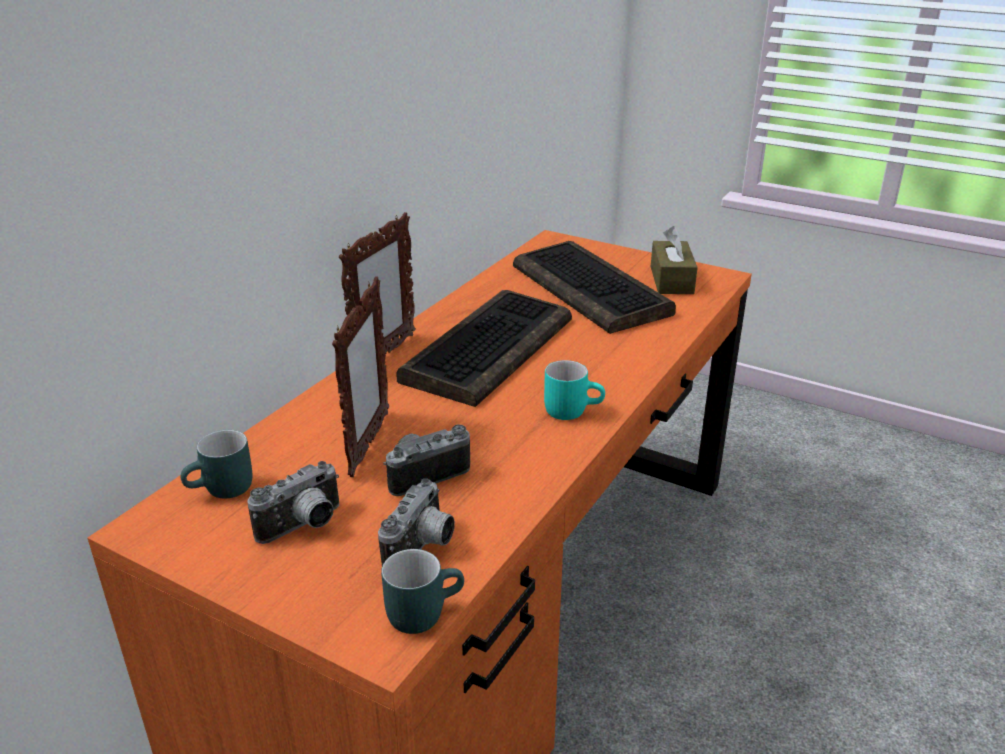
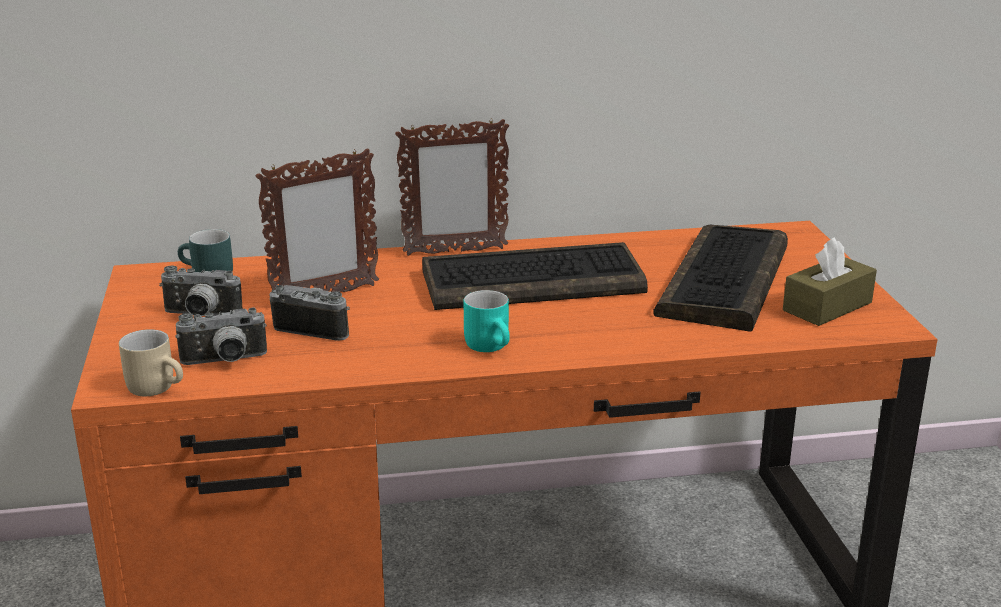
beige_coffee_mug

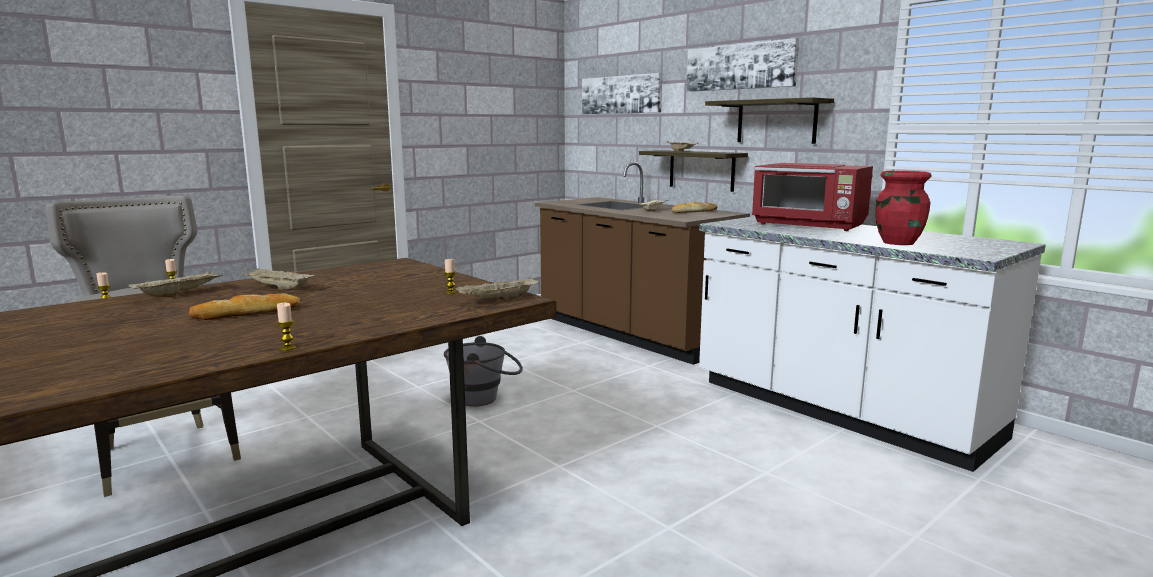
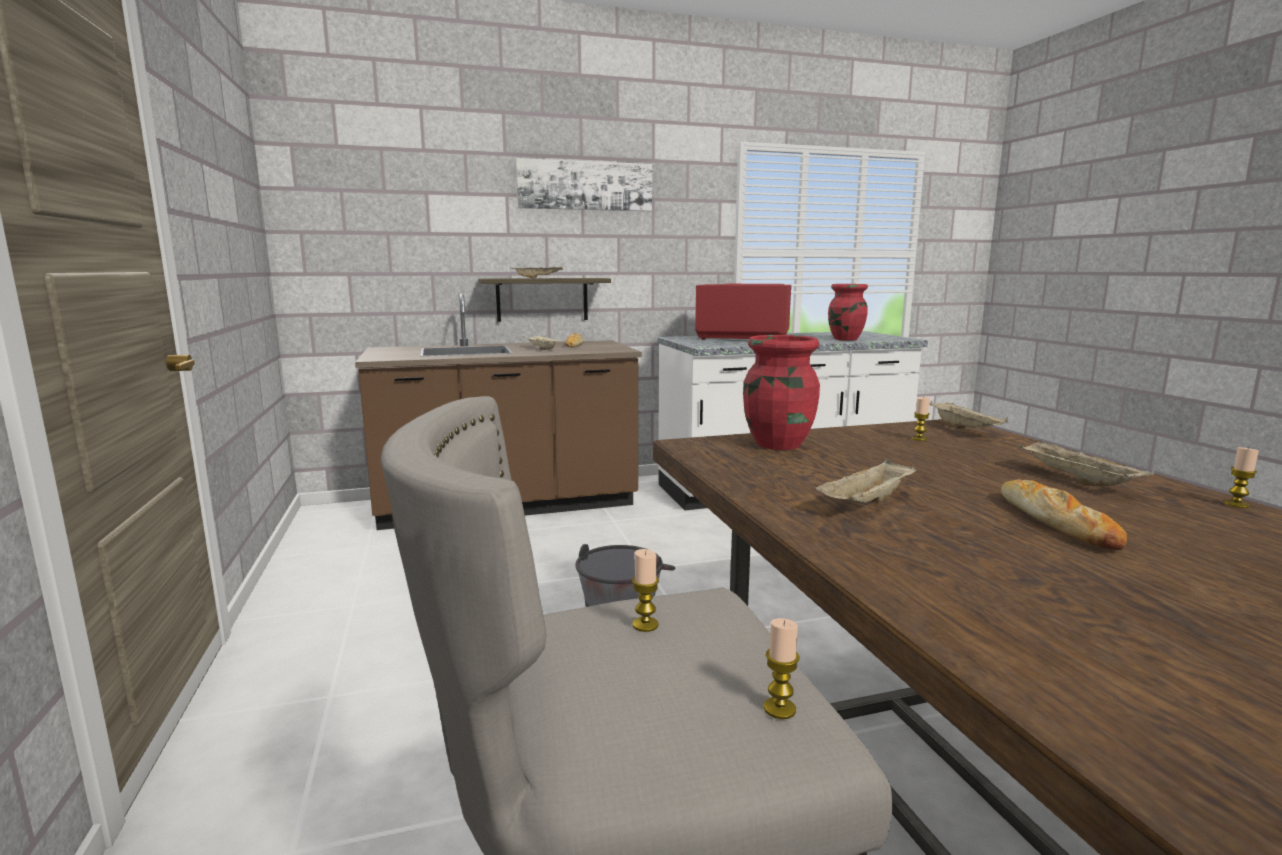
wall_art (no. 1 from left in the first image)
wall_shelf (no. 2 from left in the first image)
red_decorative_vase (no. 1 from left)
beige_carrying_tray (no. 5 from left)
red_microwave_oven

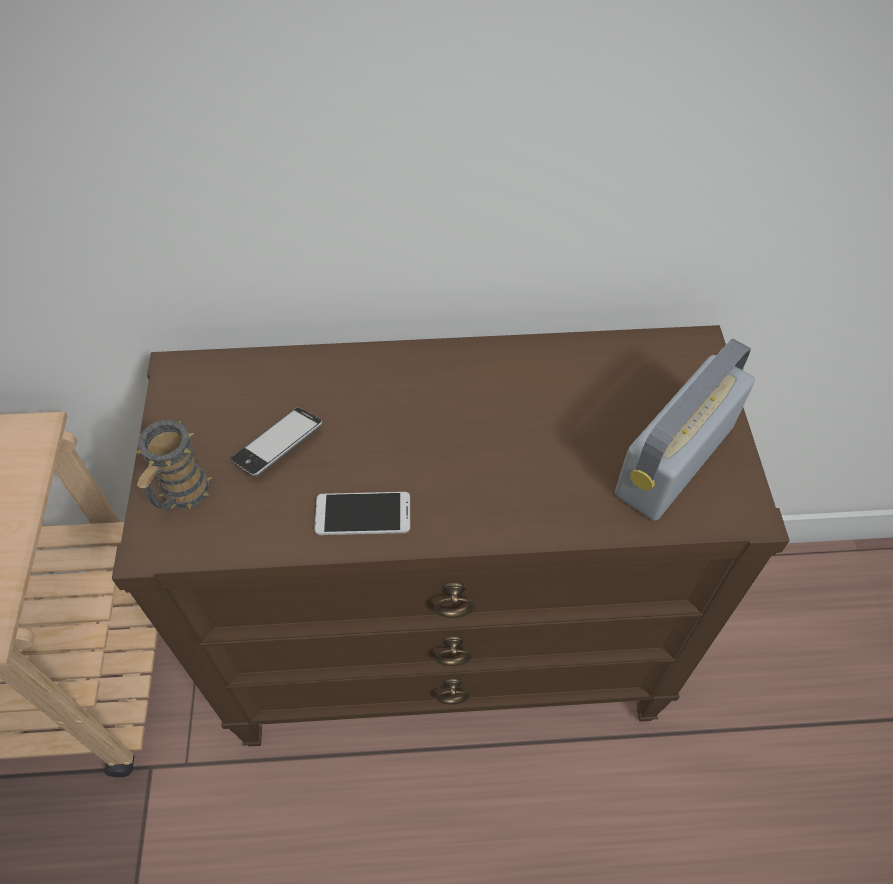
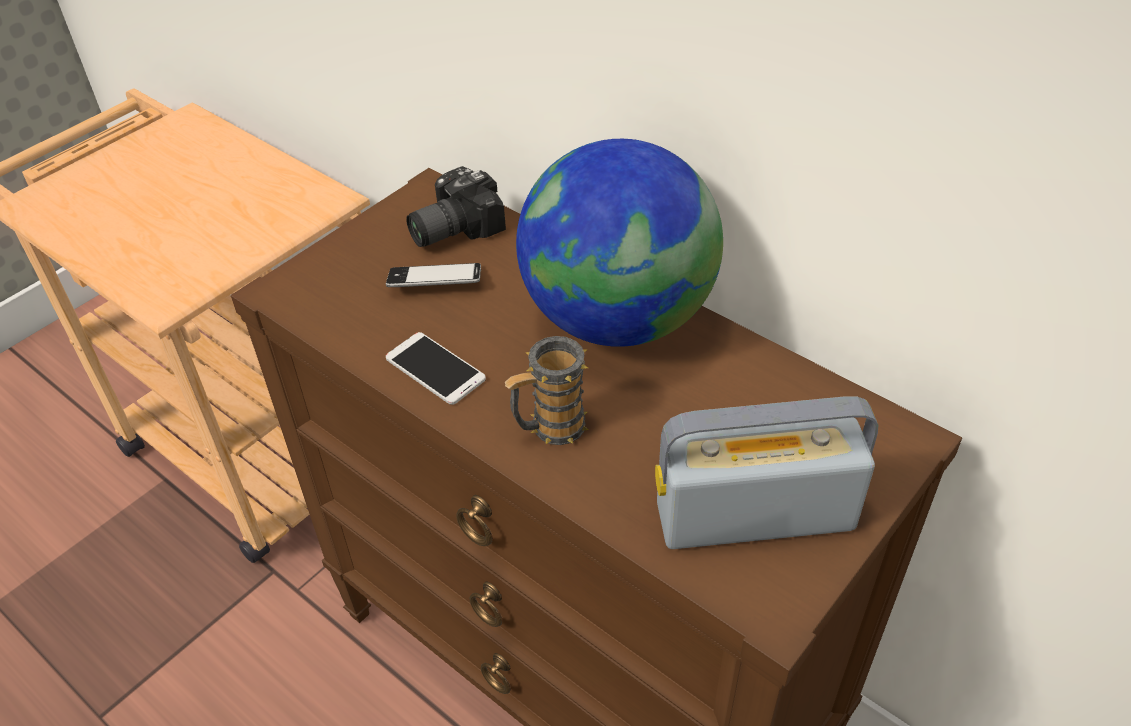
still_camera
world_globe
coffee_mug

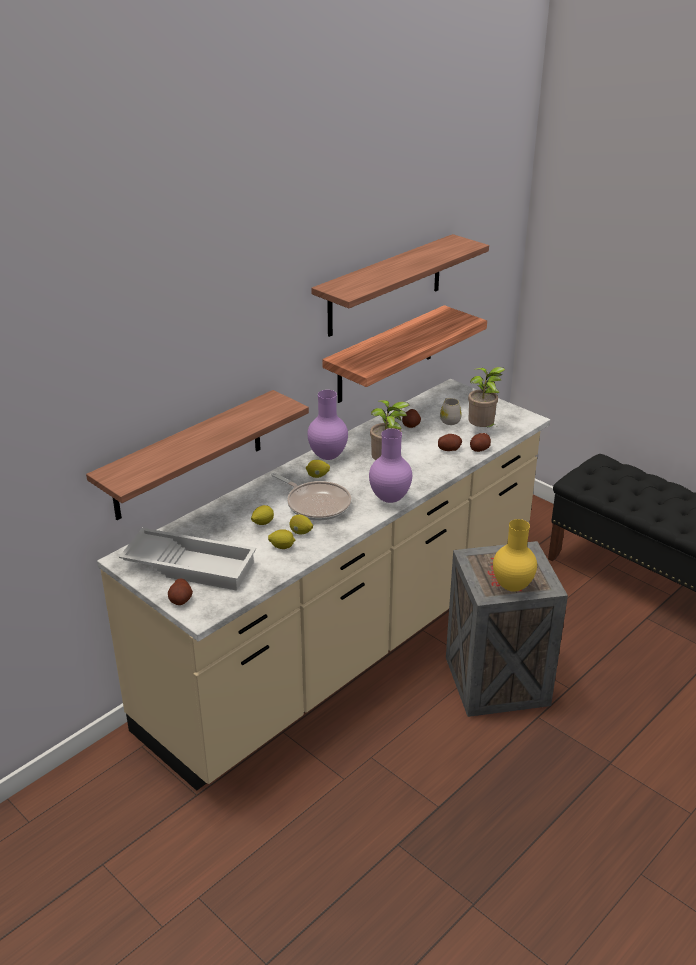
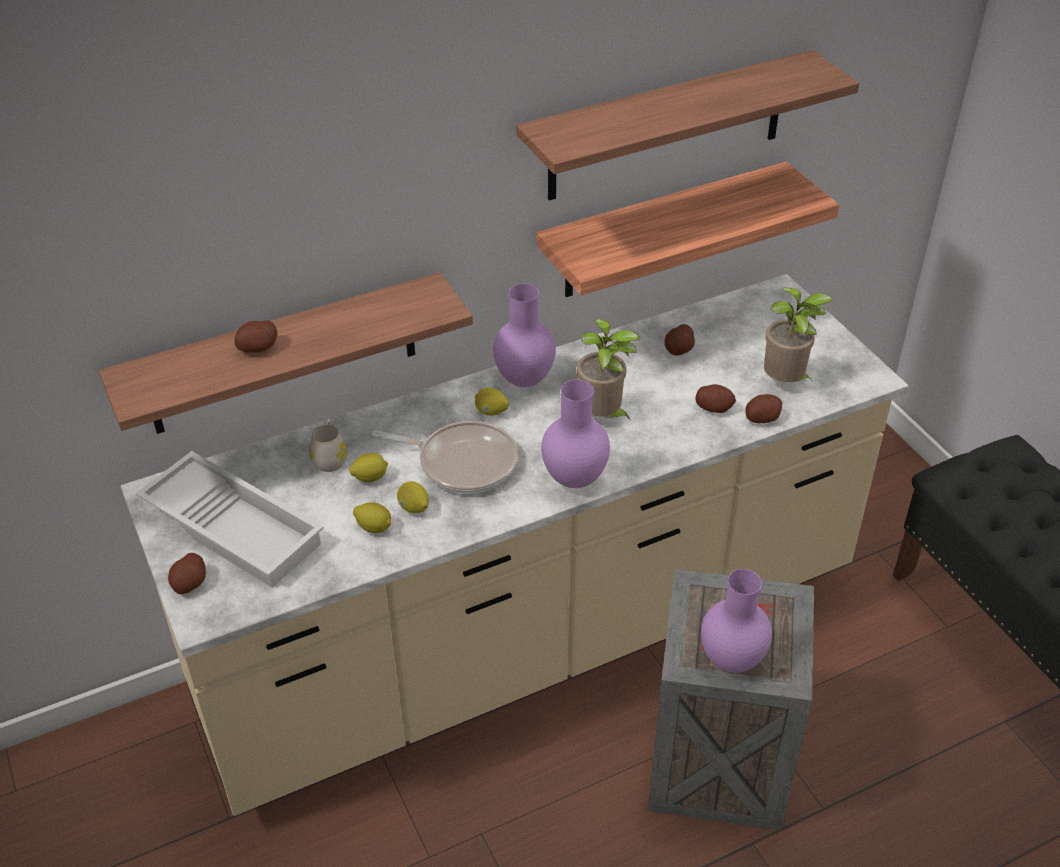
potato (no. 2 from left)
white-coloured_coffee_mug
purple_decorative_vase (no. 3 from left)
skillet

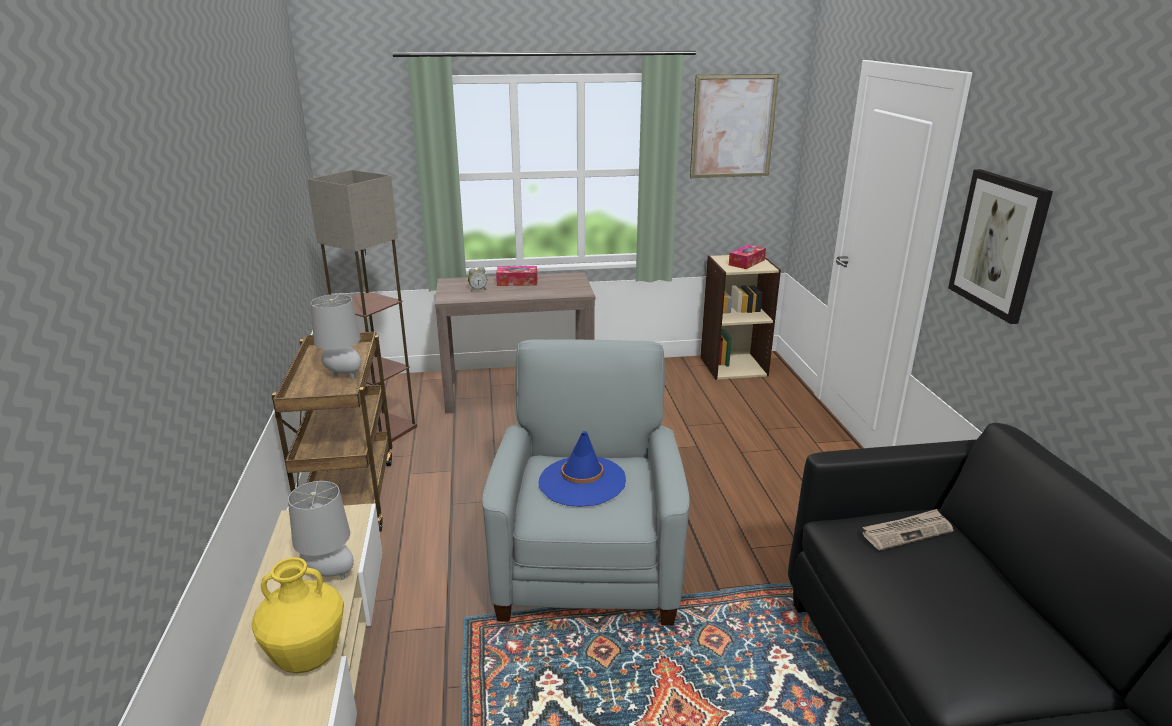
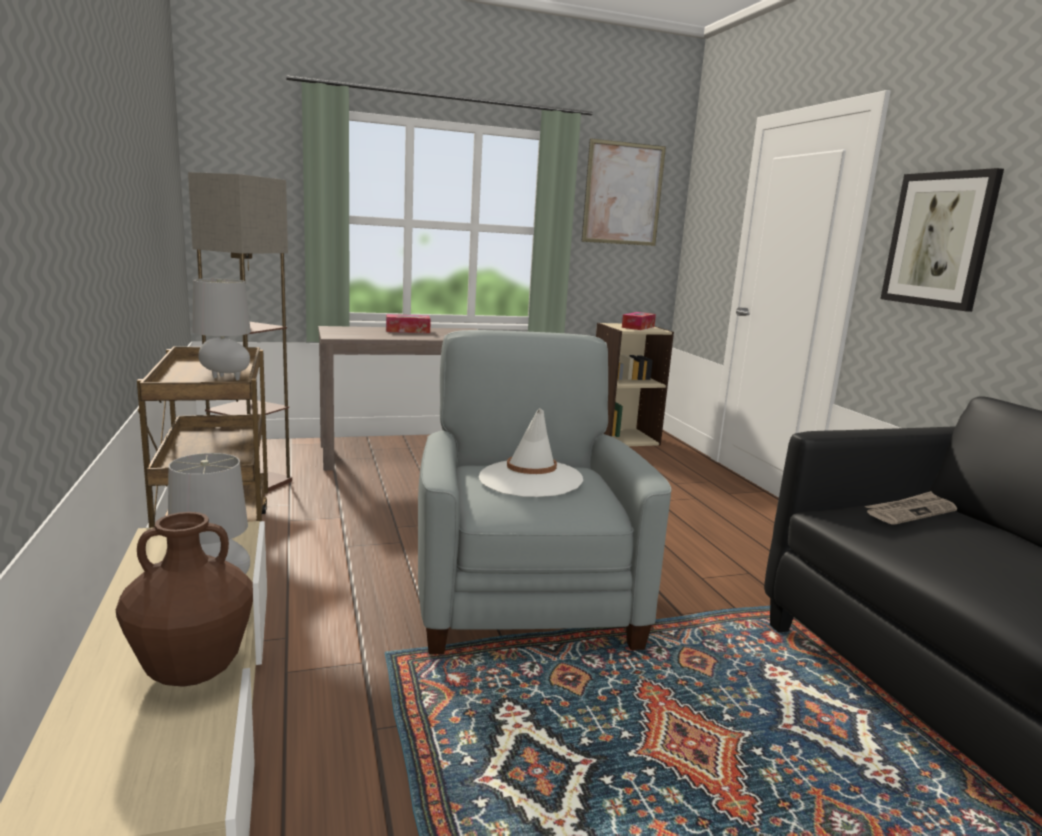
alarm_clock
brown-coloured_decorative_vase
white-coloured_hat

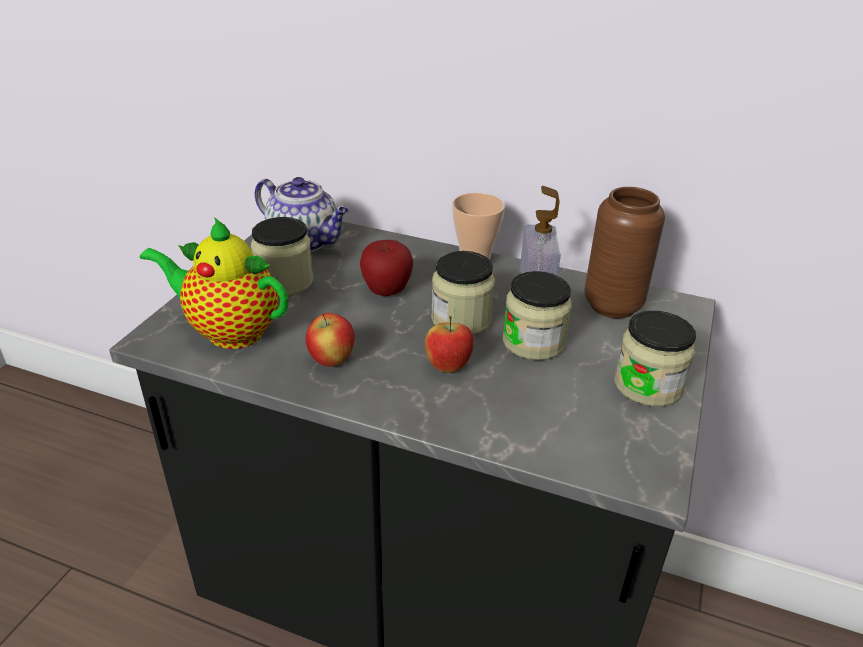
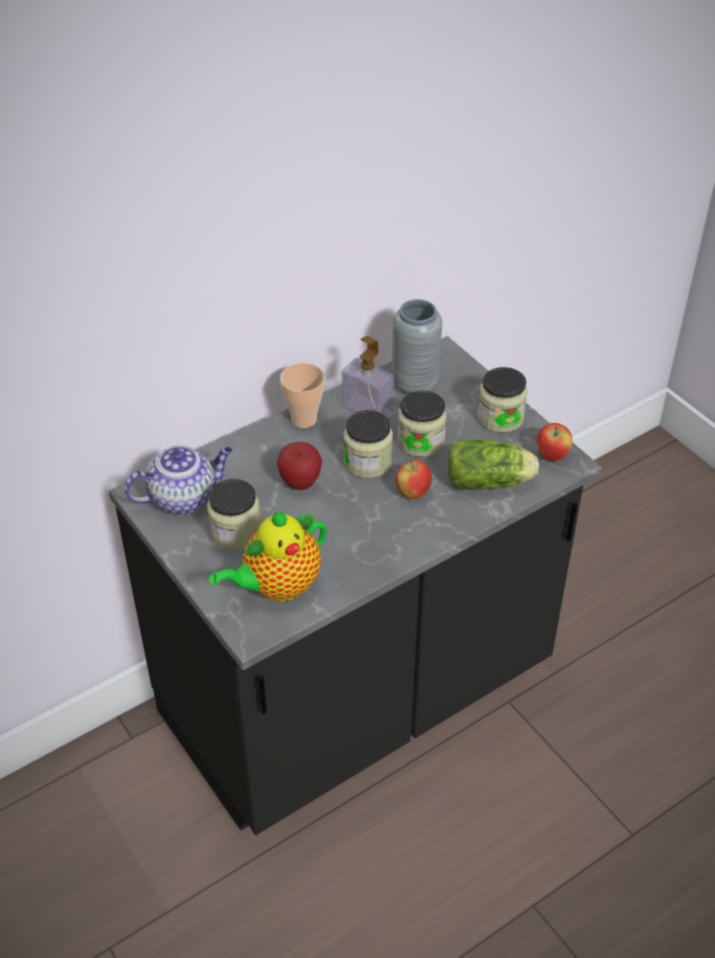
lettuce
whole_apple (no. 3 from left)
gray_decorative_vase

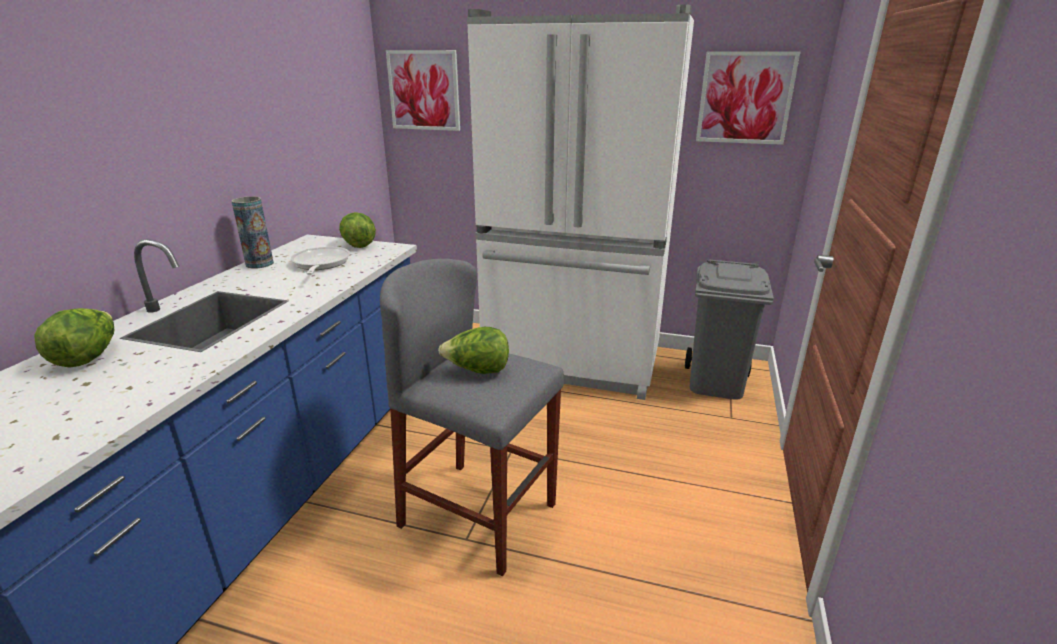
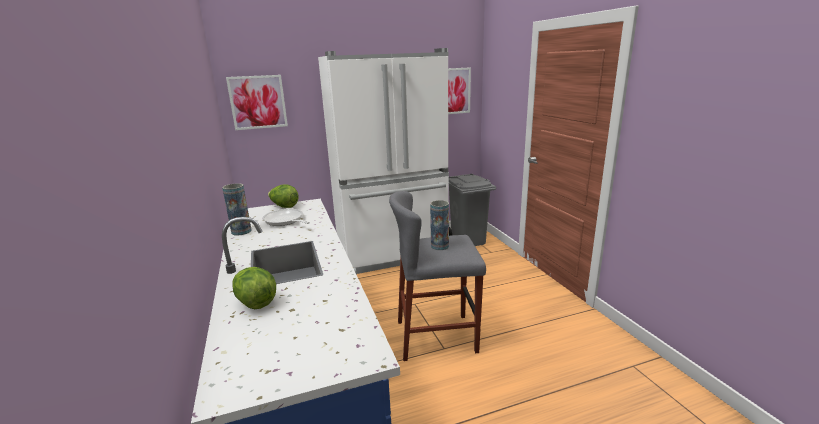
decorative_vase (no. 2 from left)

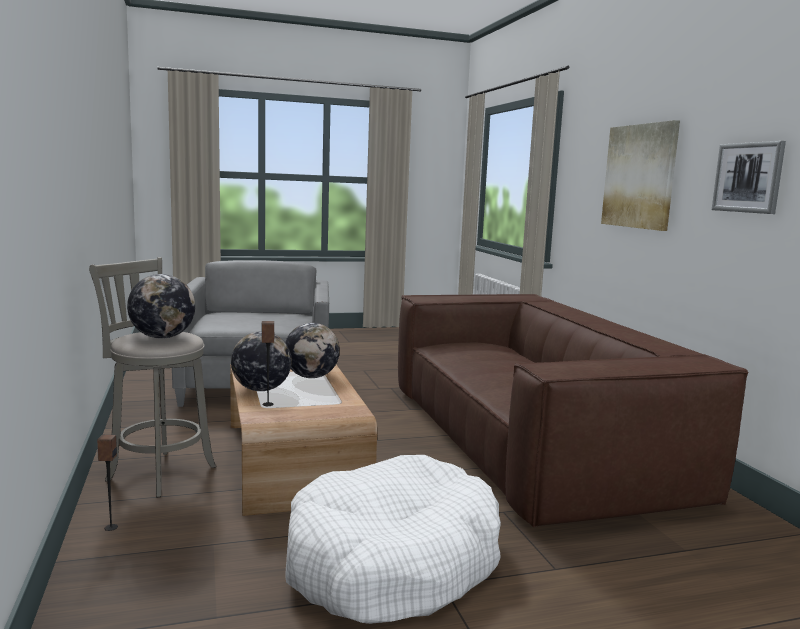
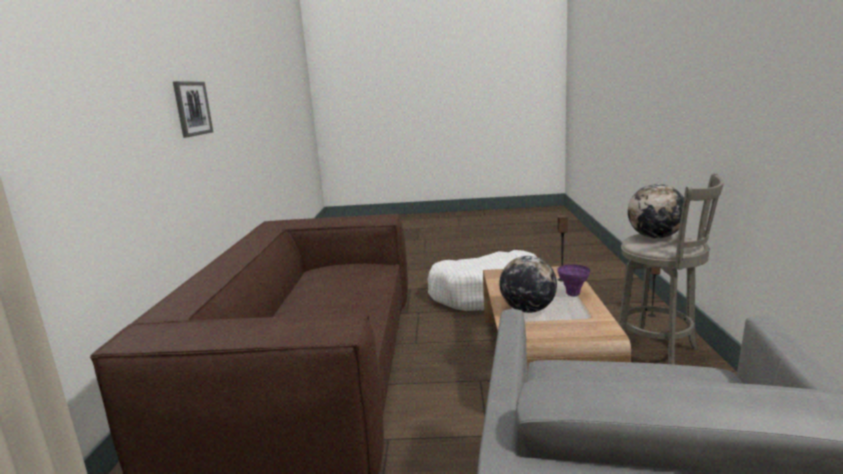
wall_art (no. 1 from left in the first image)
purple_decorative_vase

